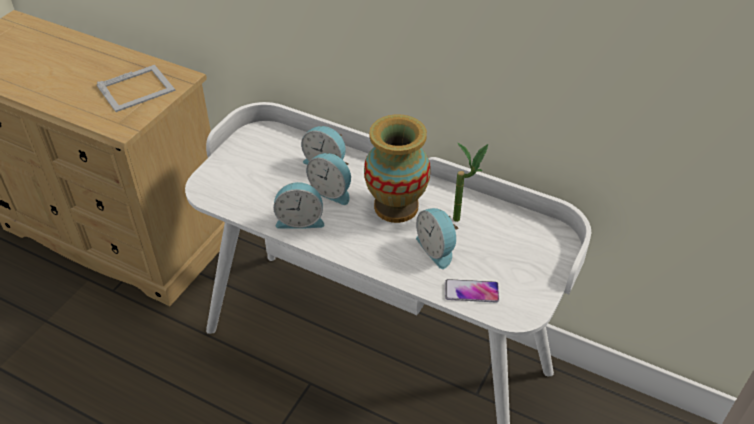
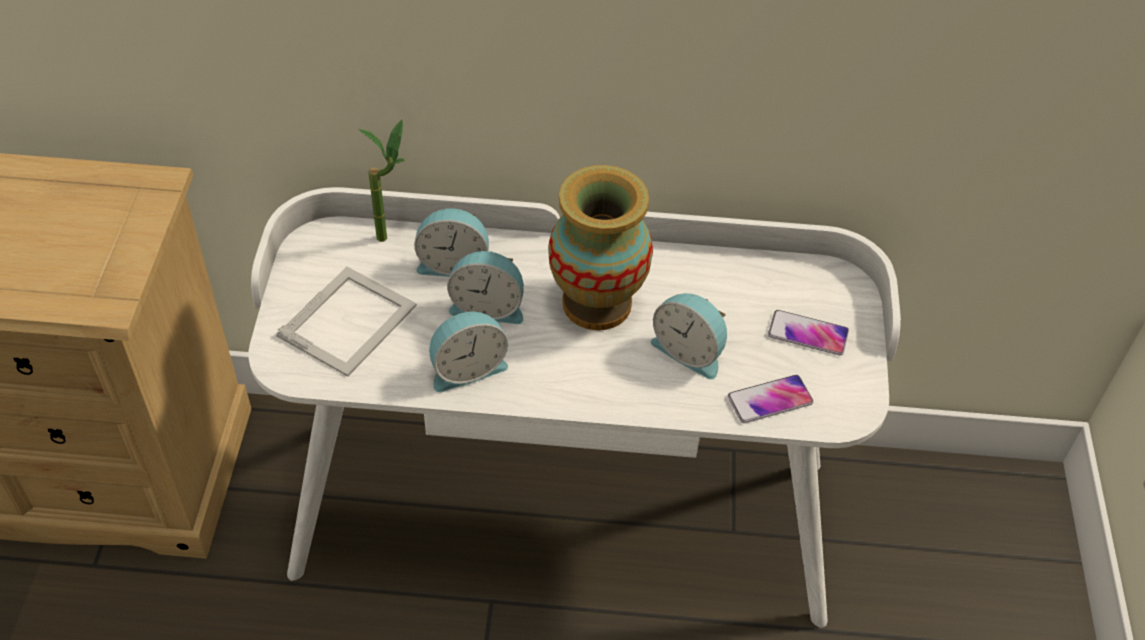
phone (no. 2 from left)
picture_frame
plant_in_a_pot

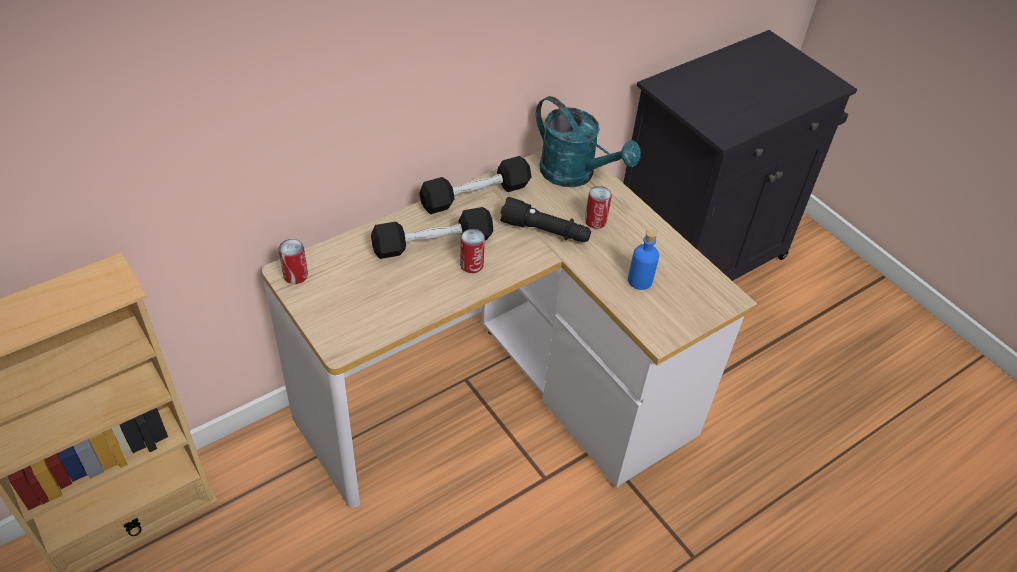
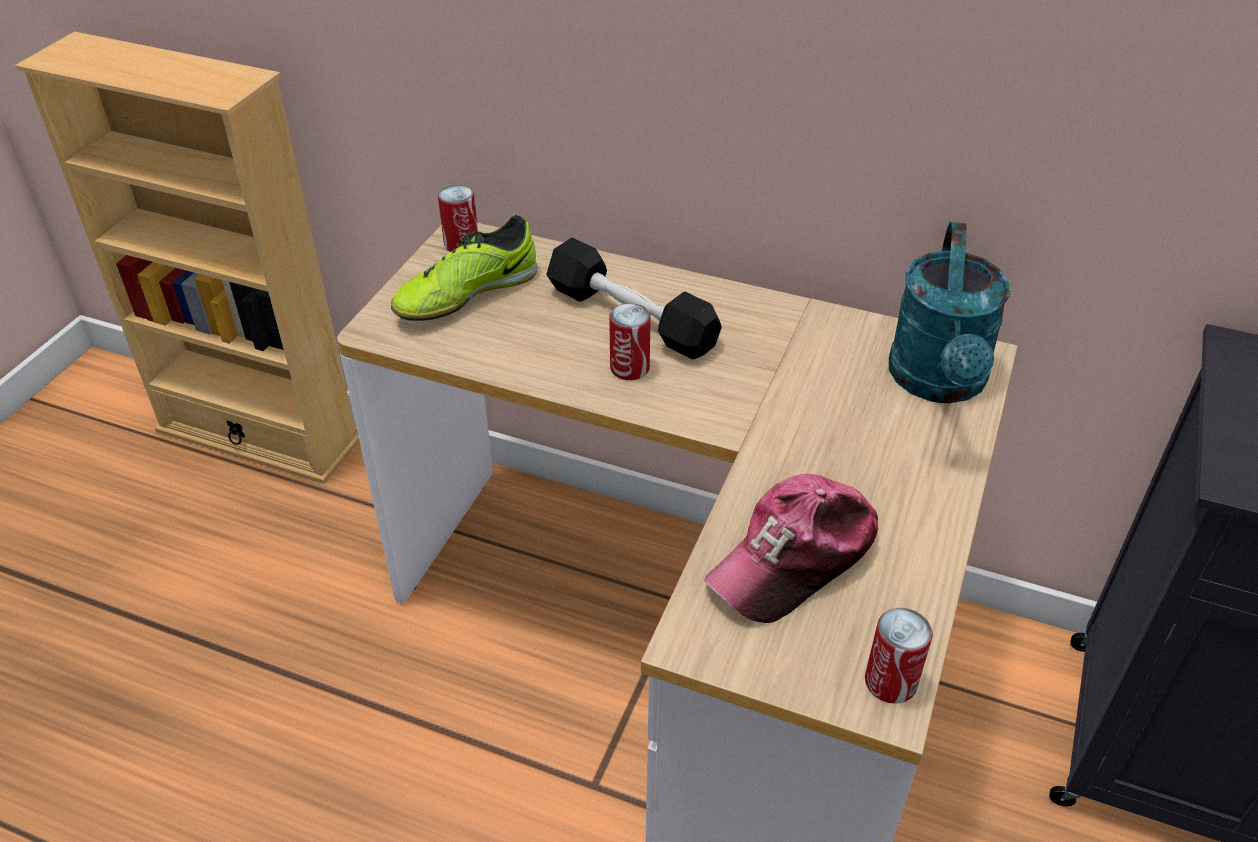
black_dumbbell (no. 2 from left in the first image)
black_hand_torch
low_shoe
metal_can (no. 3 from left)
baseball_cap

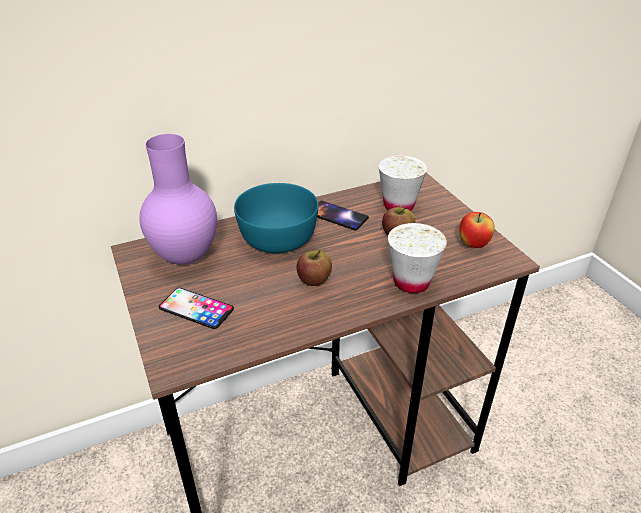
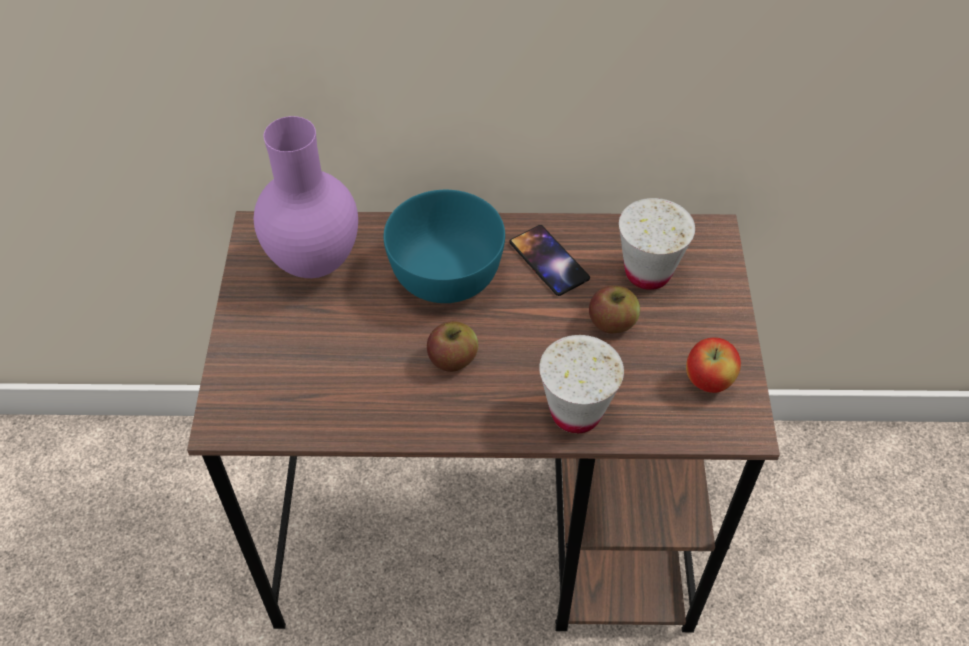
phone (no. 1 from left in the first image)

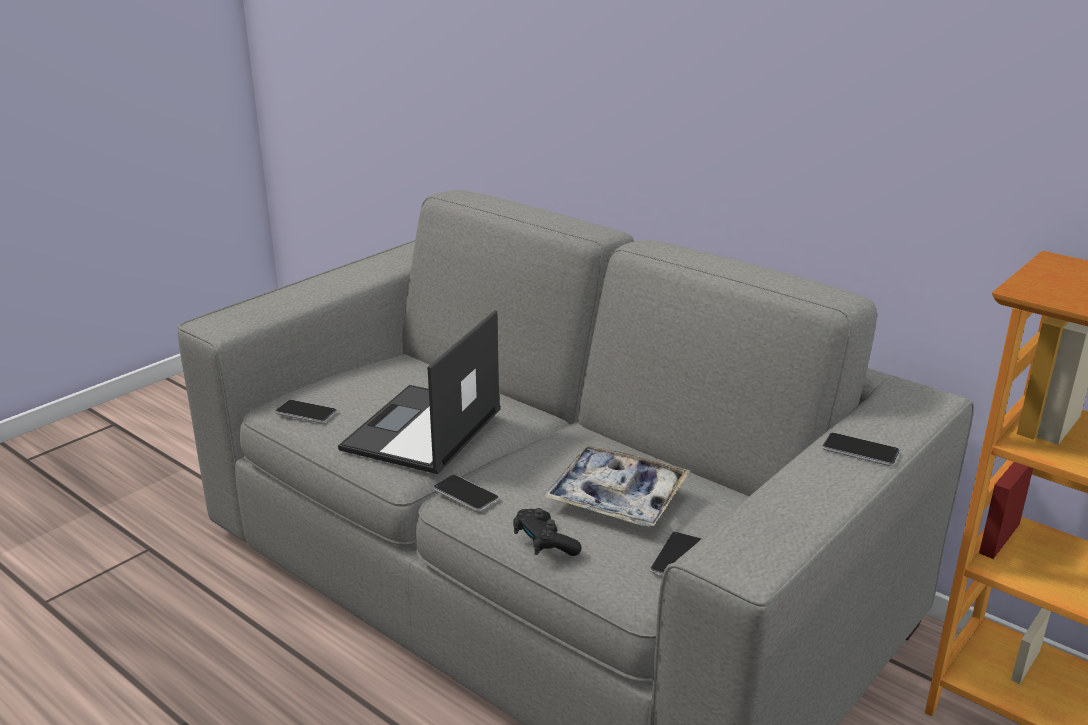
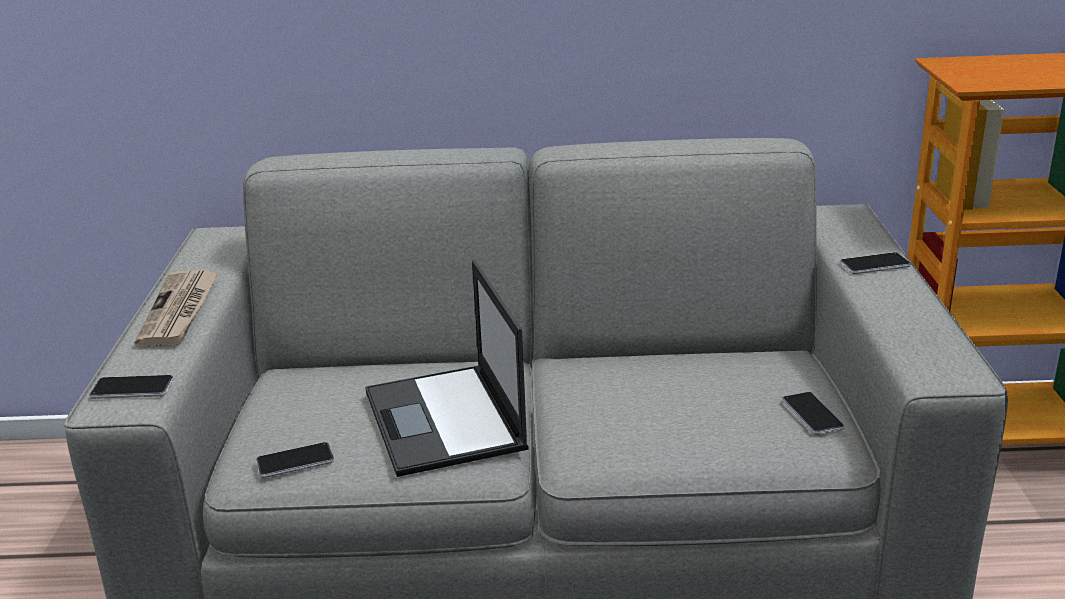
black_gamepad
carrying_tray
printed_paper
phone (no. 1 from left)

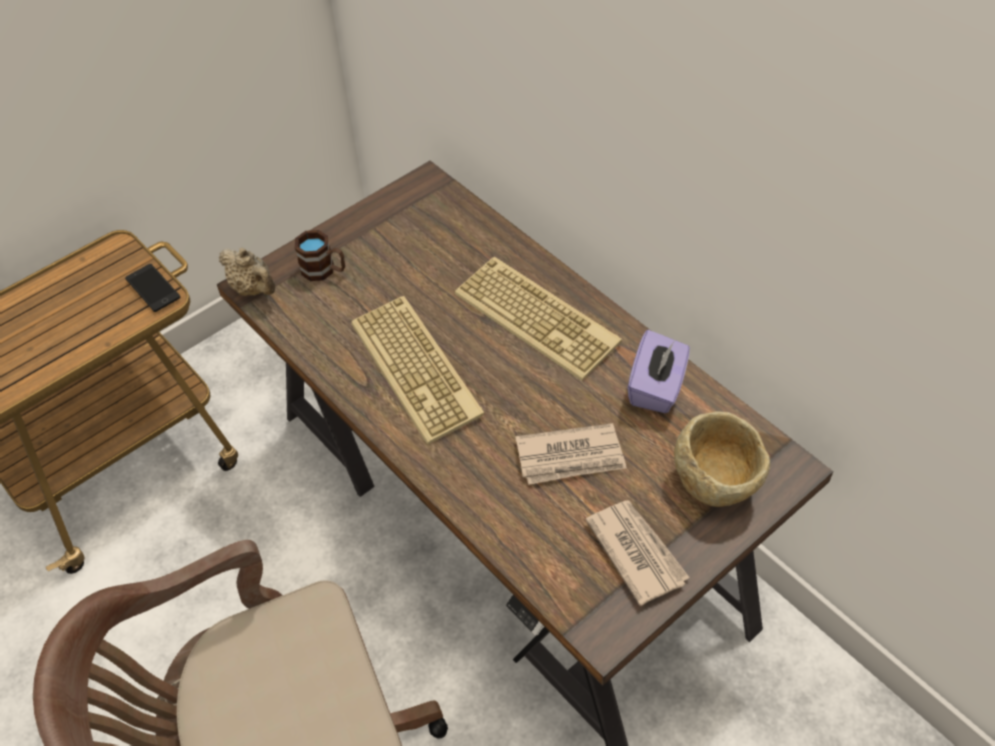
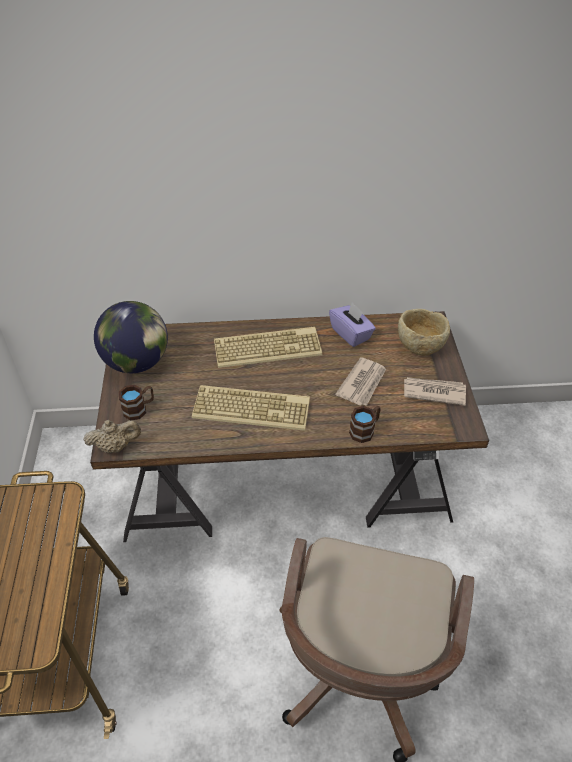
phone
world_globe
brown-coloured_coffee_mug (no. 2 from left)

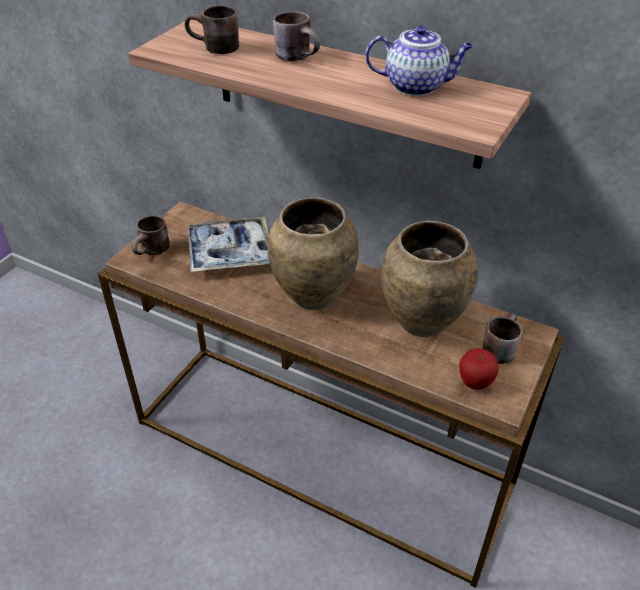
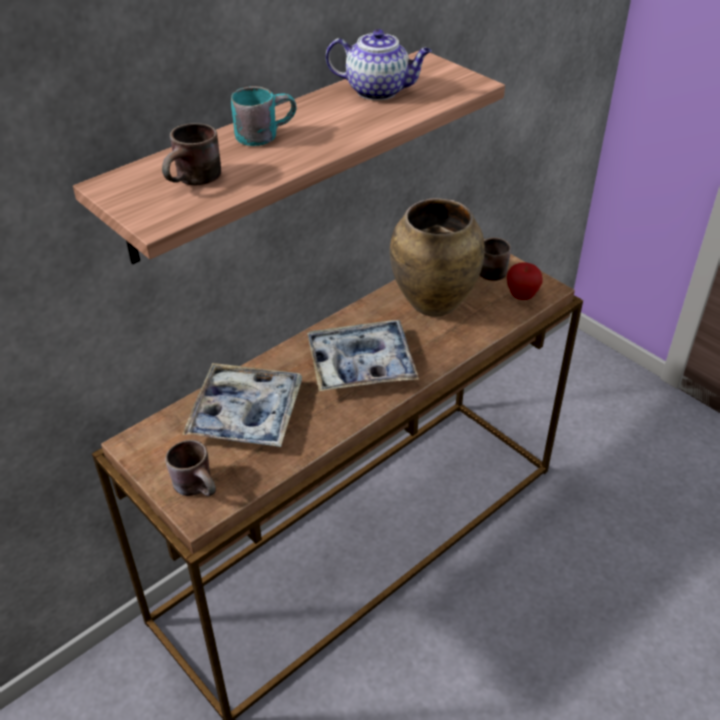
carrying_tray (no. 2 from left)
turquoise-coloured_coffee_mug
pot_for_tea

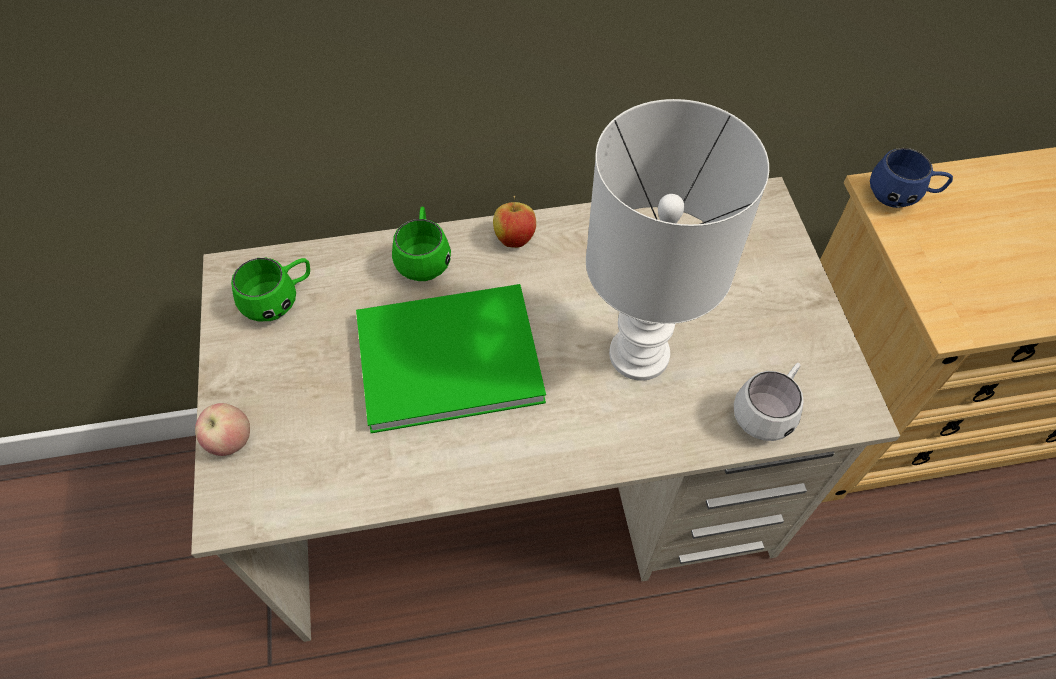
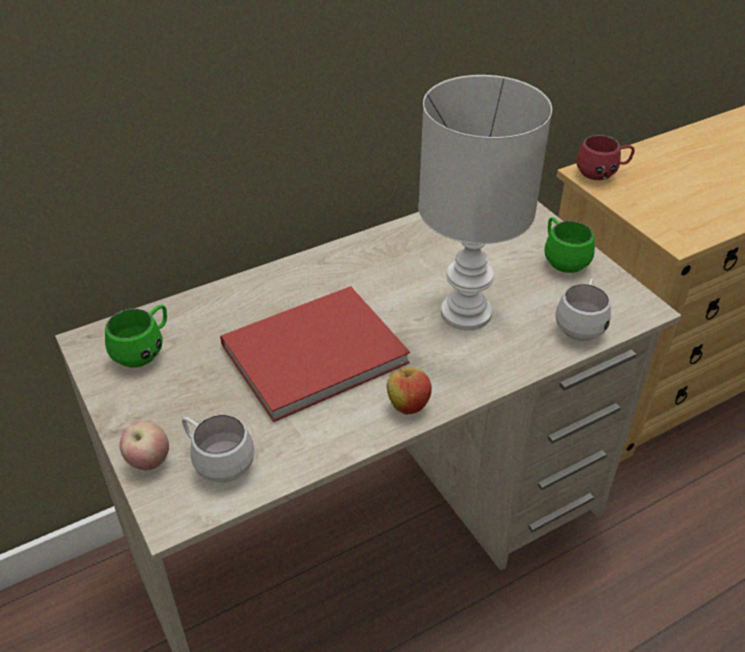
white-coloured_coffee_mug (no. 1 from left)
green_coffee_mug (no. 2 from left)
whole_apple (no. 2 from left)
red_book
red_coffee_mug

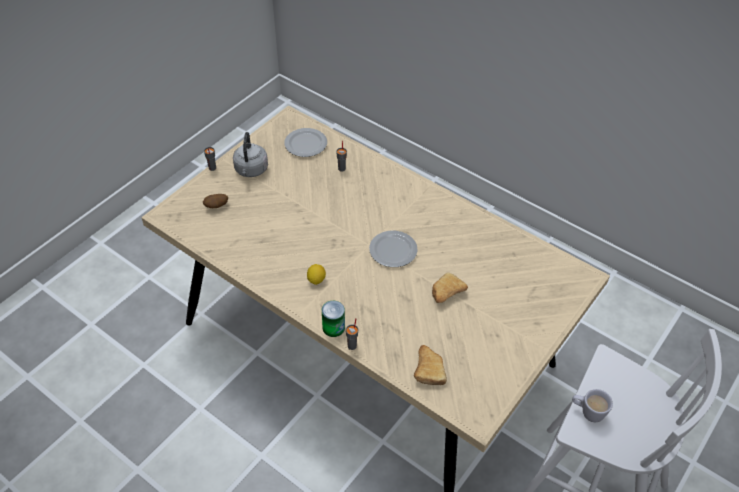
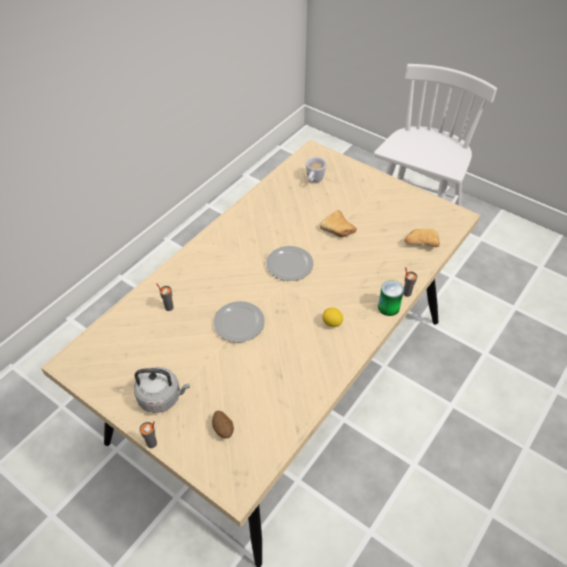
dinner_plate (no. 1 from left)
white-coloured_coffee_mug

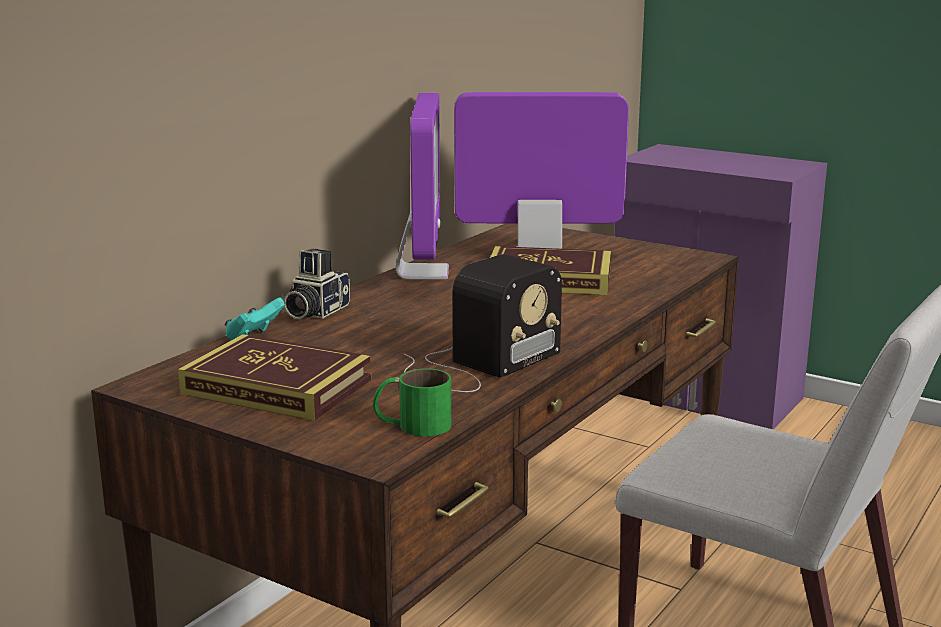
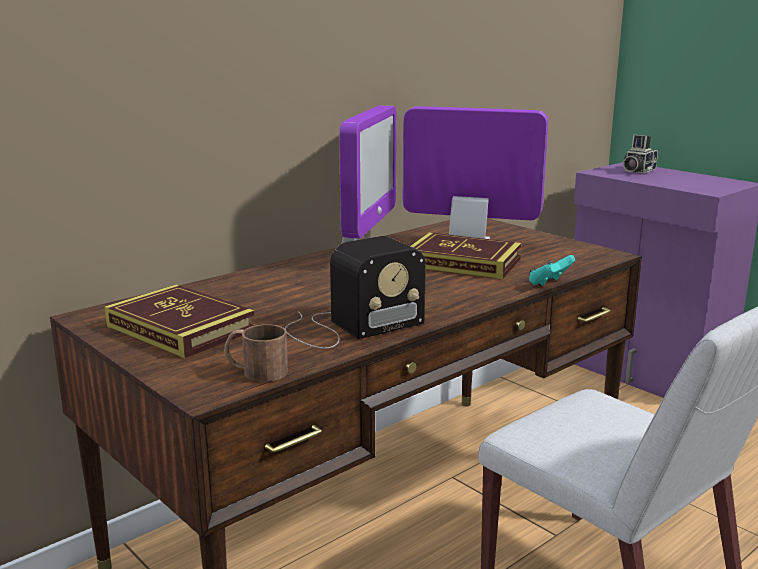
turquoise-coloured_gamepad
still_camera
brown-coloured_coffee_mug

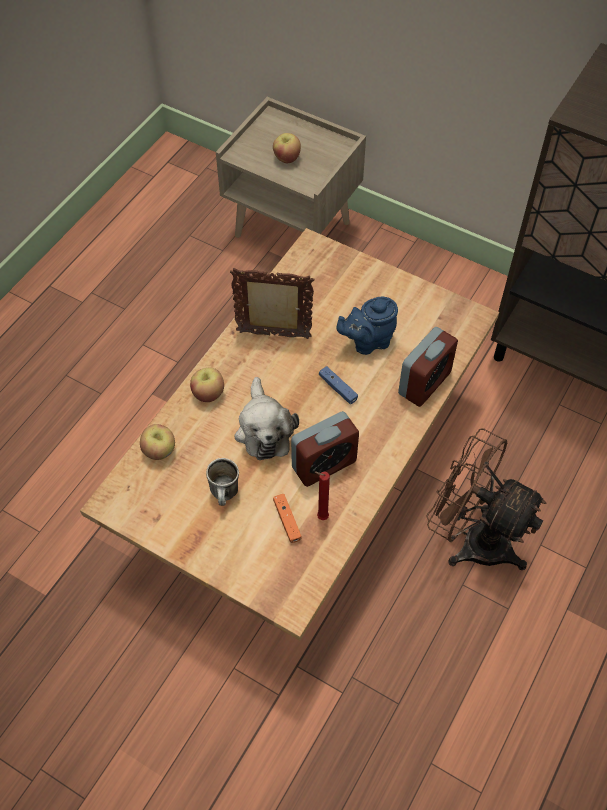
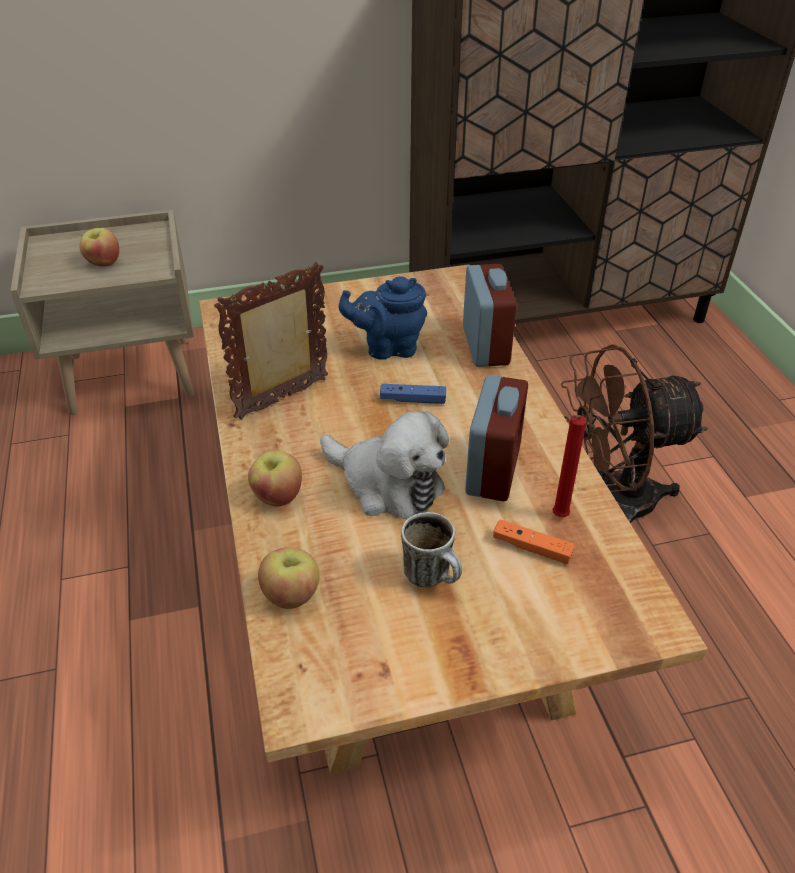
bluish_pot_for_tea

